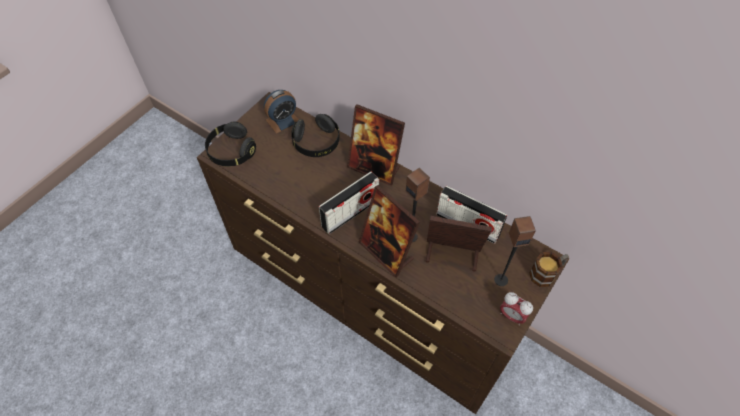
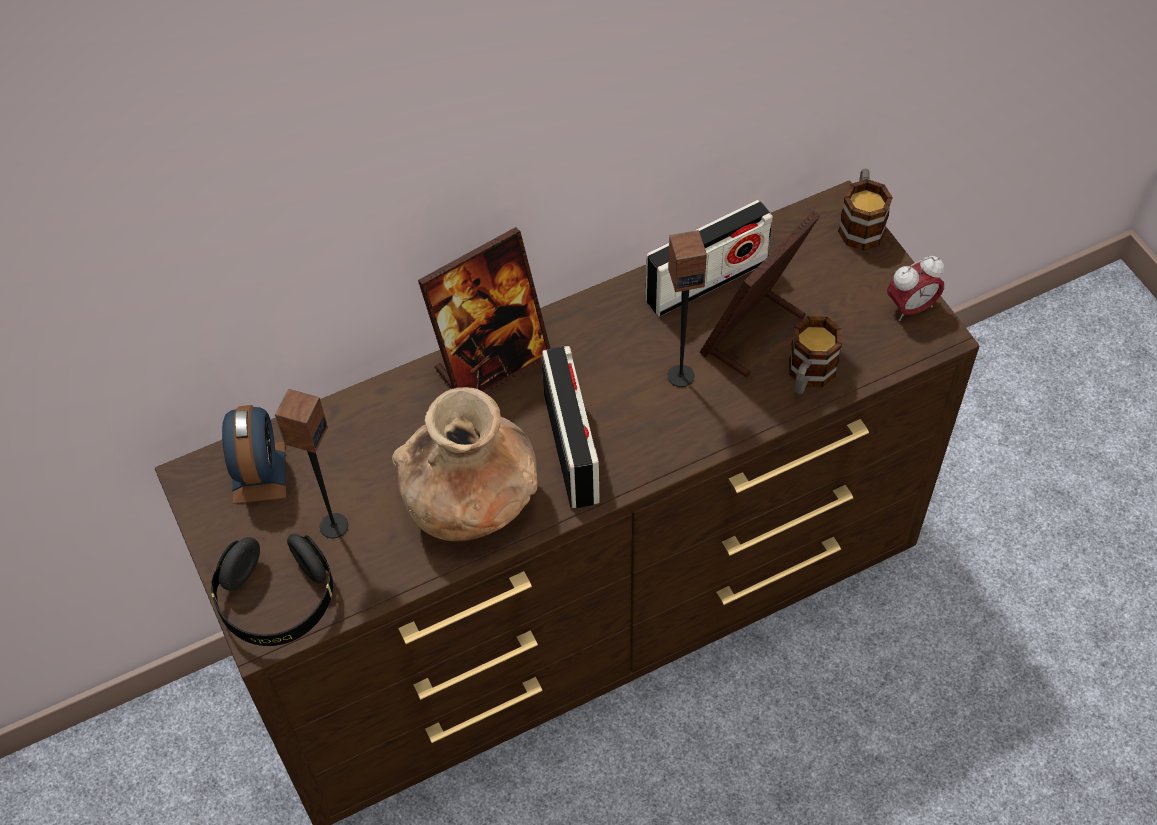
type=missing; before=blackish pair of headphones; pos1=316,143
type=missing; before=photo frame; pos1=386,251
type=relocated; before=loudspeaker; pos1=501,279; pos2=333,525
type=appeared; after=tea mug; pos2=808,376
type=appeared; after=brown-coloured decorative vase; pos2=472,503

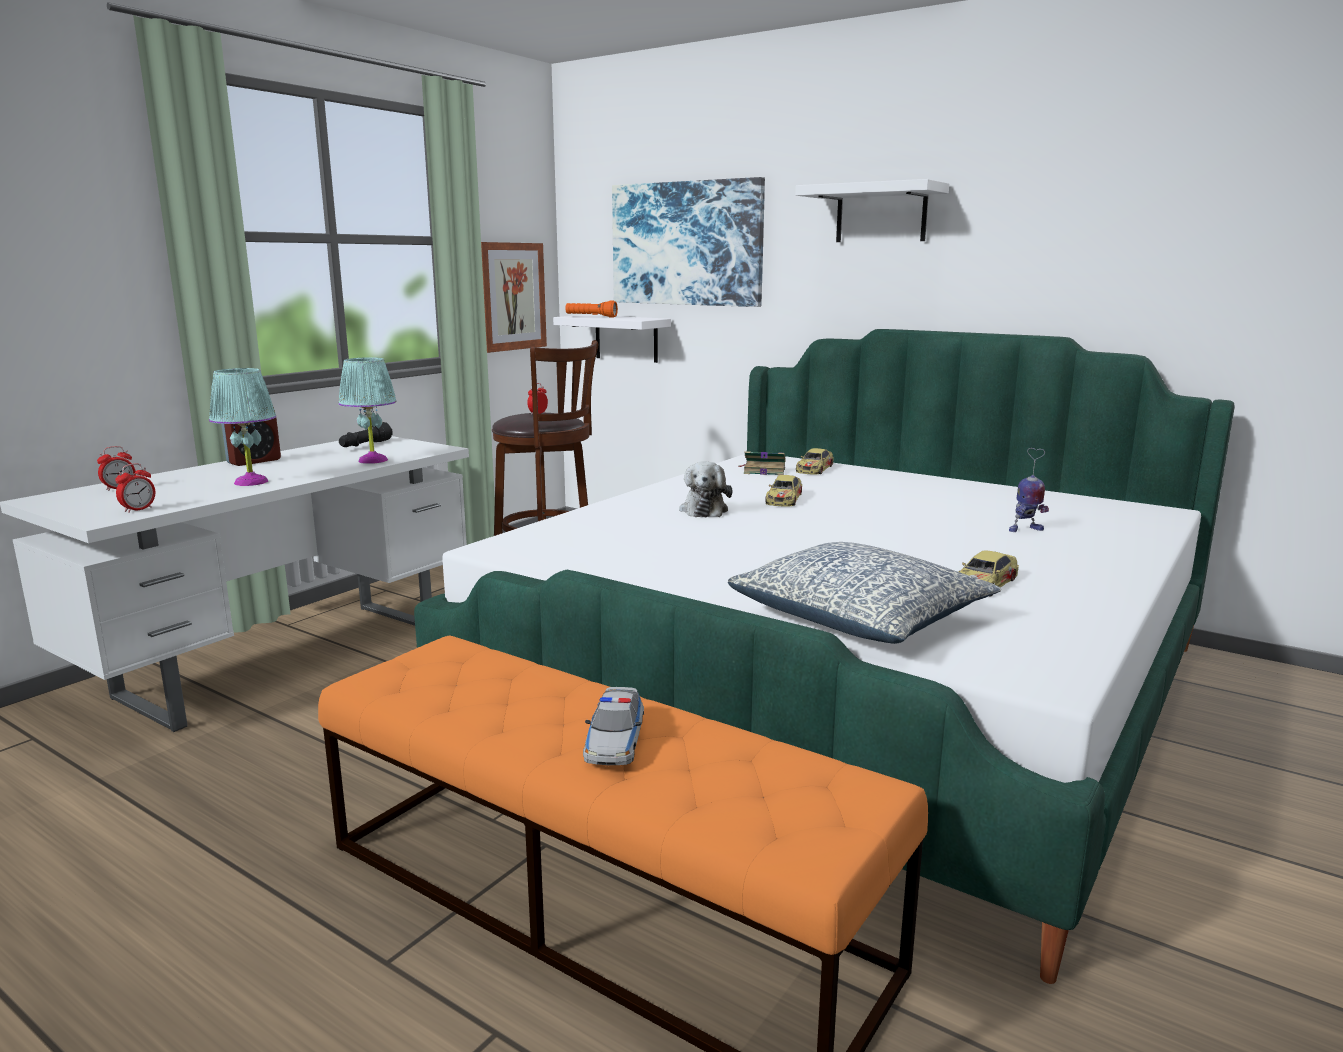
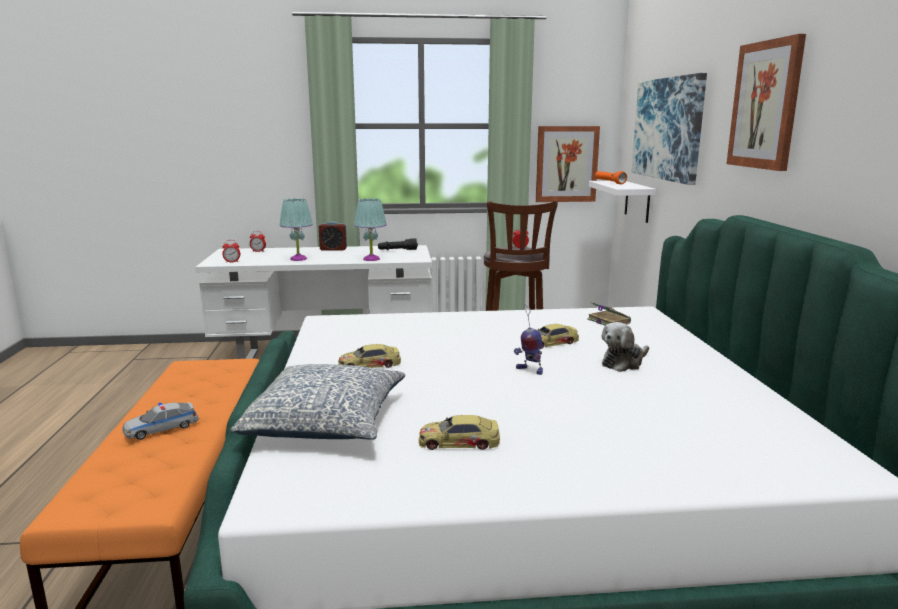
type=exchanged; before=white bracket shelf; after=wall picture; pos1=881,214; pos2=765,105
type=relocated; before=miniature car; pos1=814,469; pos2=369,365
type=relocated; before=robot figure; pos1=1025,530; pos2=529,370
type=relocated; before=plush toy; pos1=704,510; pos2=624,363

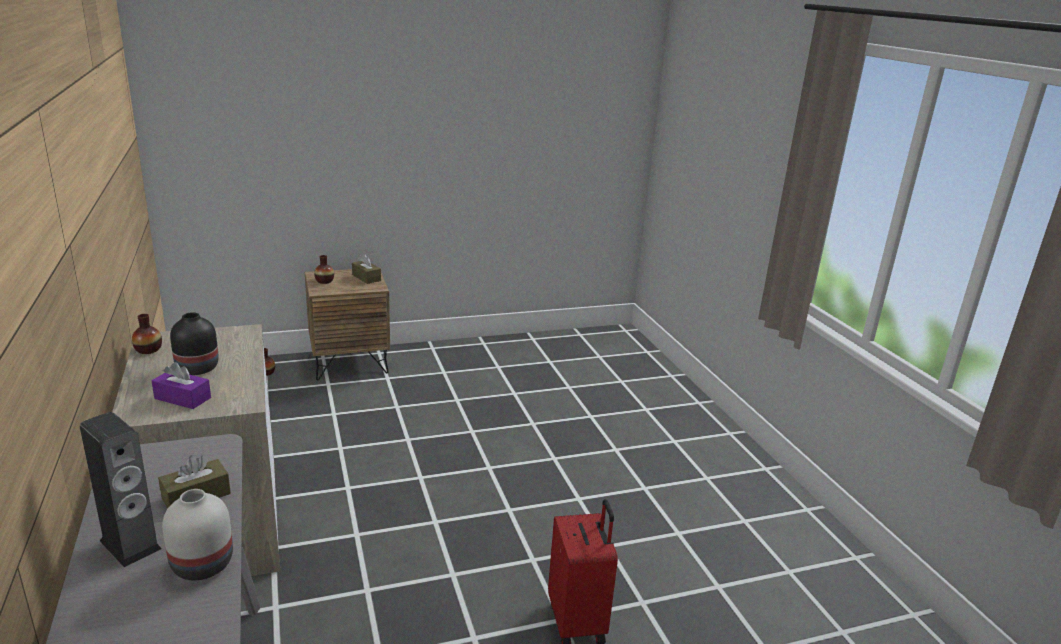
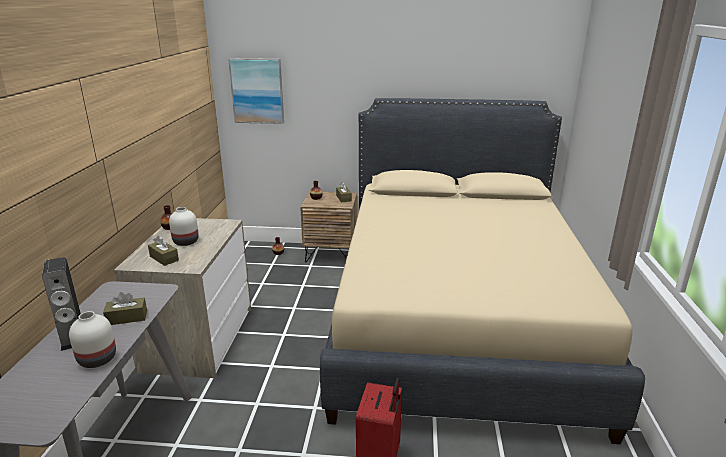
type=colour; before=blackish decorative vase; after=white decorative vase; pos1=198,368; pos2=186,242
type=colour; before=purplish box of tissues; after=brown-coloured box of tissues; pos1=182,398; pos2=164,258
type=appeared; after=wall picture; pos2=257,91
type=appeared; after=beige-coloured bedroom bed; pos2=456,318

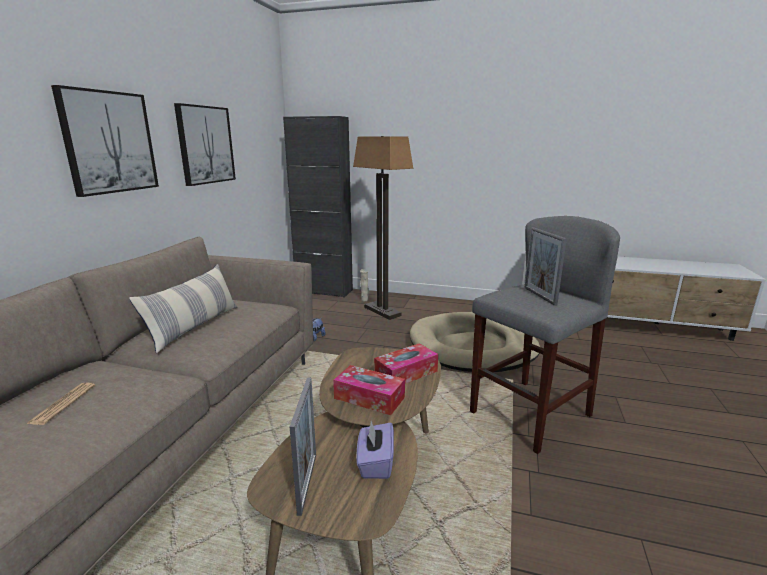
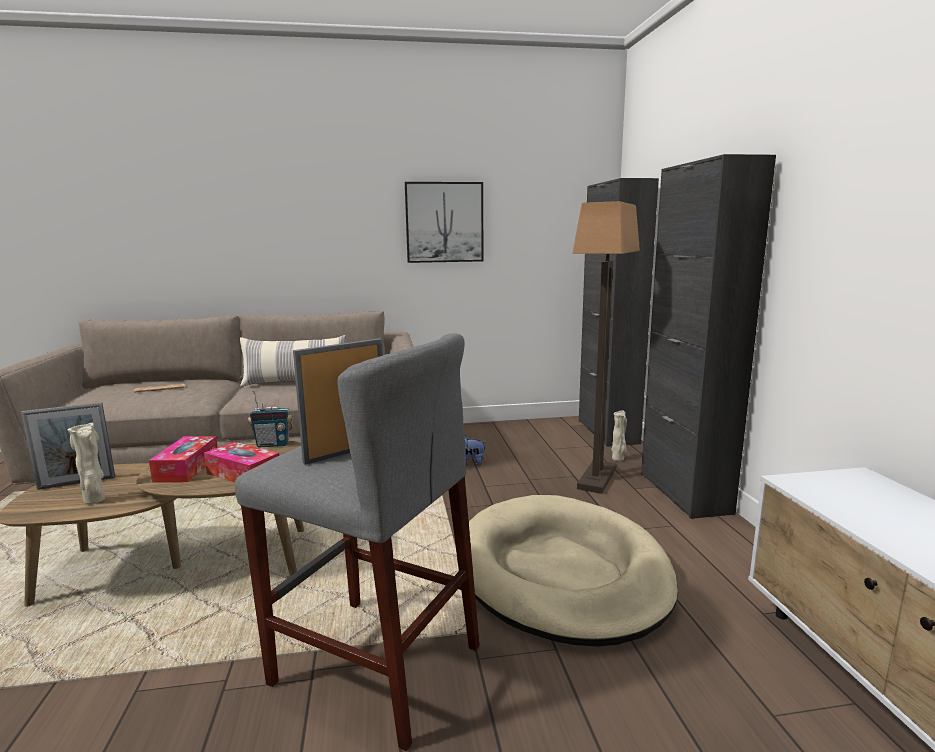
type=missing; before=wall picture; pos1=109,142
type=exchanged; before=purplish box of tissues; after=beige-coloured decorative vase; pos1=375,463; pos2=95,501
type=appeared; after=blackish cabinet; pos2=684,493
type=appeared; after=radio; pos2=273,444

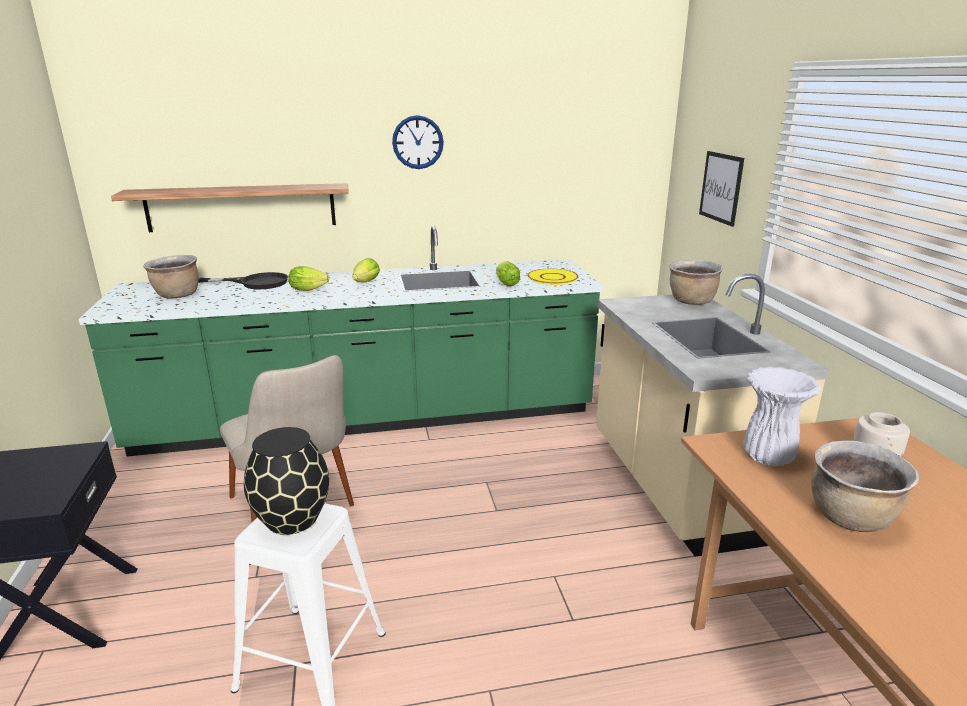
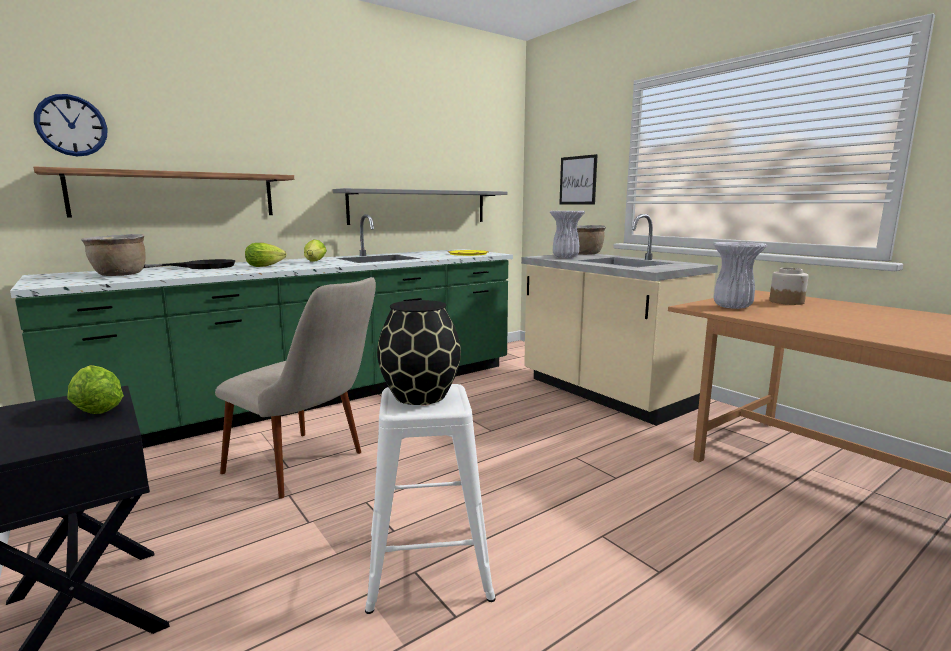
type=relocated; before=hanging clock; pos1=417,142; pos2=71,125
type=relocated; before=lettuce; pos1=505,283; pos2=96,408
type=missing; before=brown-coloured cooking pot; pos1=851,519
type=appeared; after=grey bracket shelf; pos2=419,207
type=appeared; after=white decorative vase; pos2=565,257

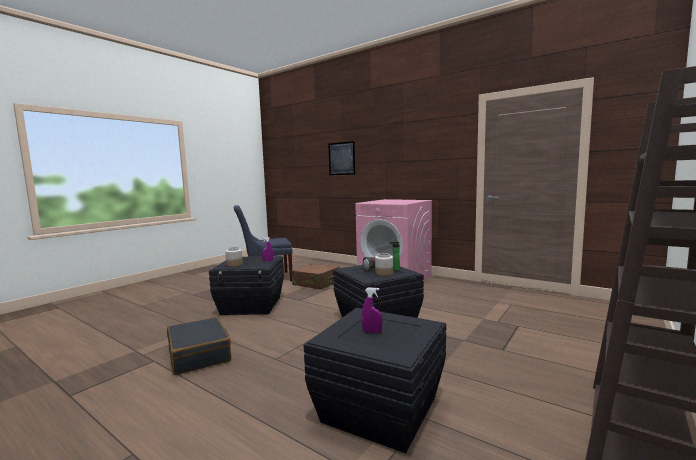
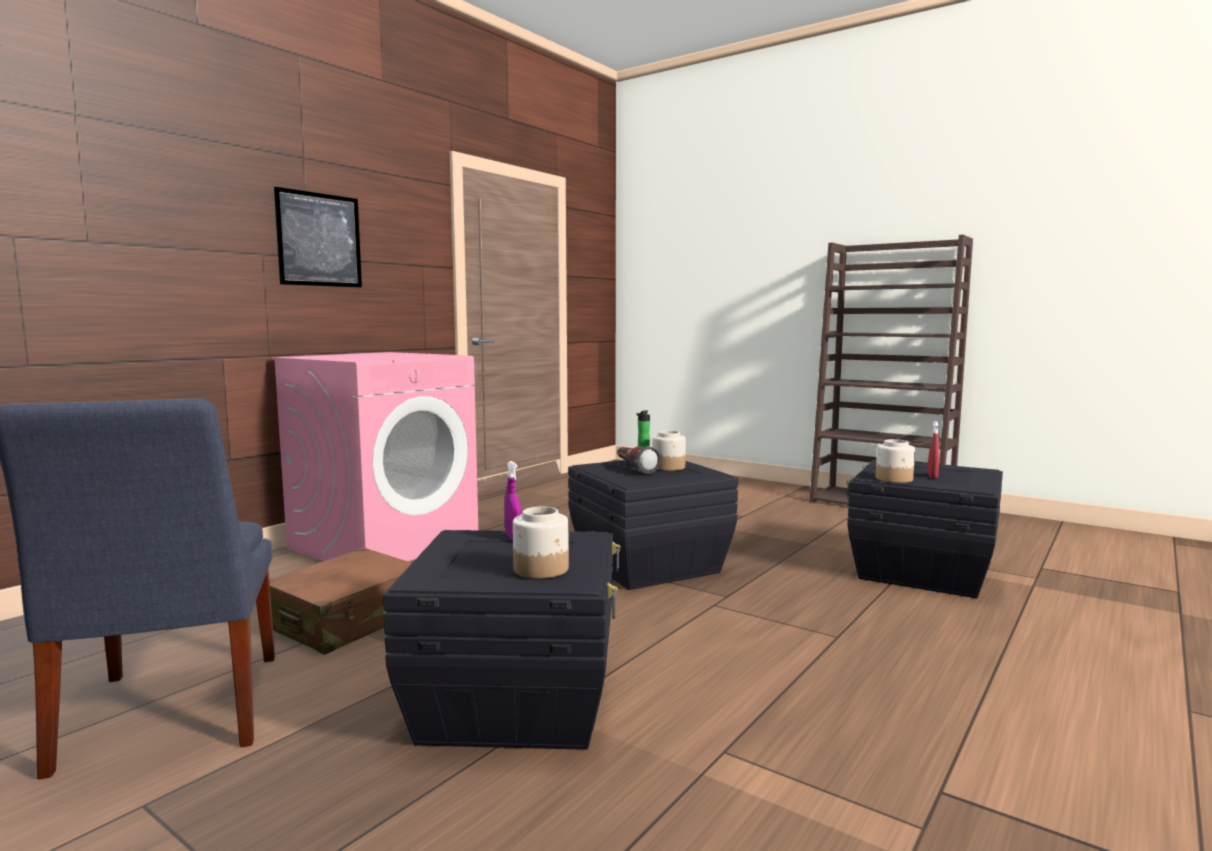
type=relocated; before=wall picture; pos1=341,158; pos2=319,240
type=colour; before=purplish spray bottle; after=red spray bottle; pos1=372,332; pos2=932,476
type=missing; before=blackish travel case; pos1=199,354
type=appeared; after=jar; pos2=894,479

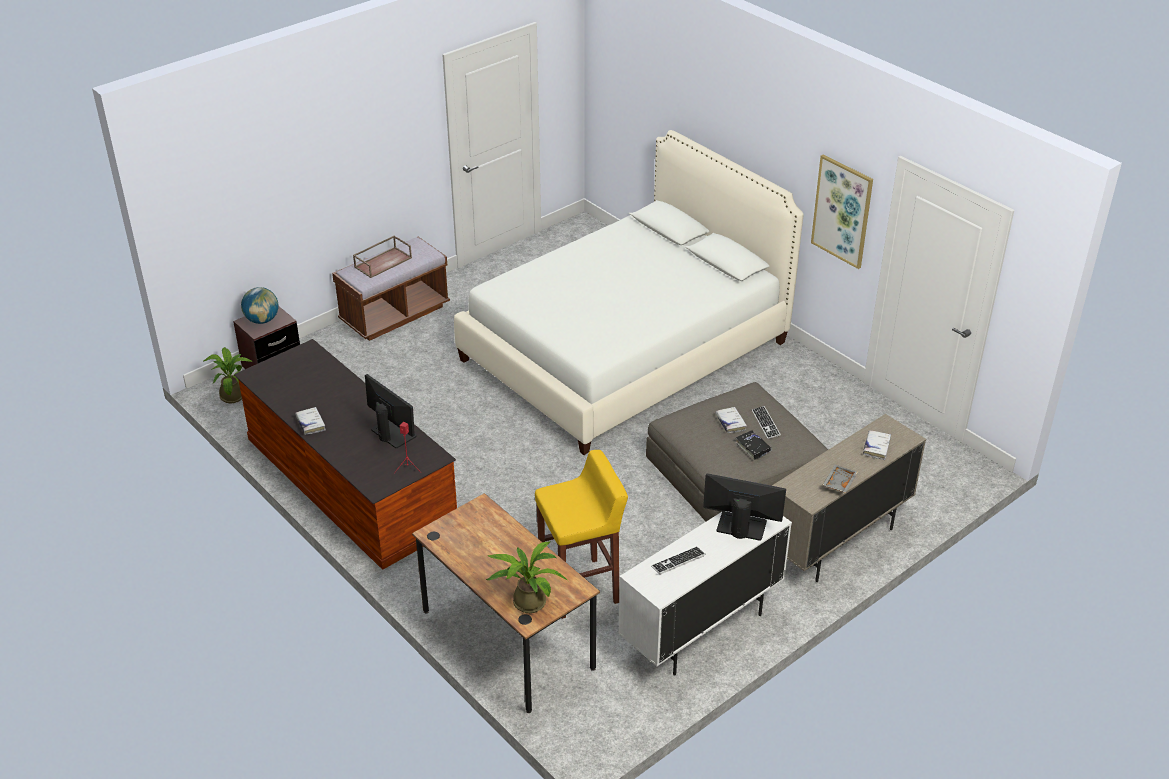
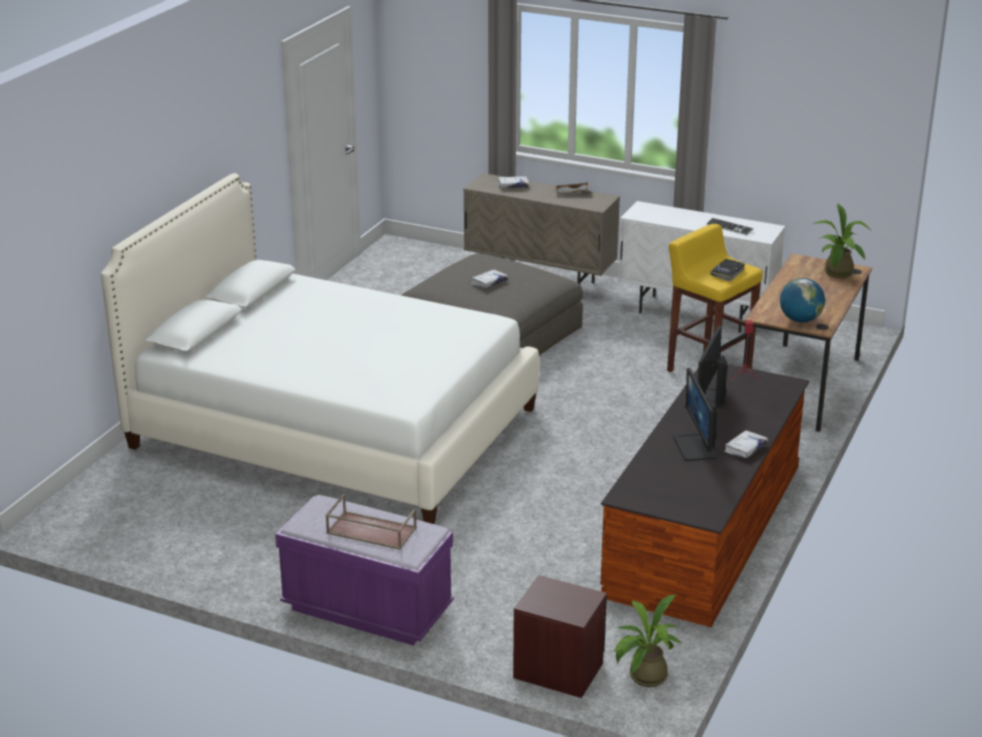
type=missing; before=wall picture; pos1=842,211
type=colour; before=brown-coloured indoor bench; after=purplish indoor bench; pos1=394,314; pos2=367,609
type=relocated; before=desk globe; pos1=262,320; pos2=800,320
type=missing; before=computer keyboard; pos1=765,423
type=relocated; before=blackish volume; pos1=753,447; pos2=727,273
type=relocated; before=computer screen; pos1=741,527; pos2=696,447

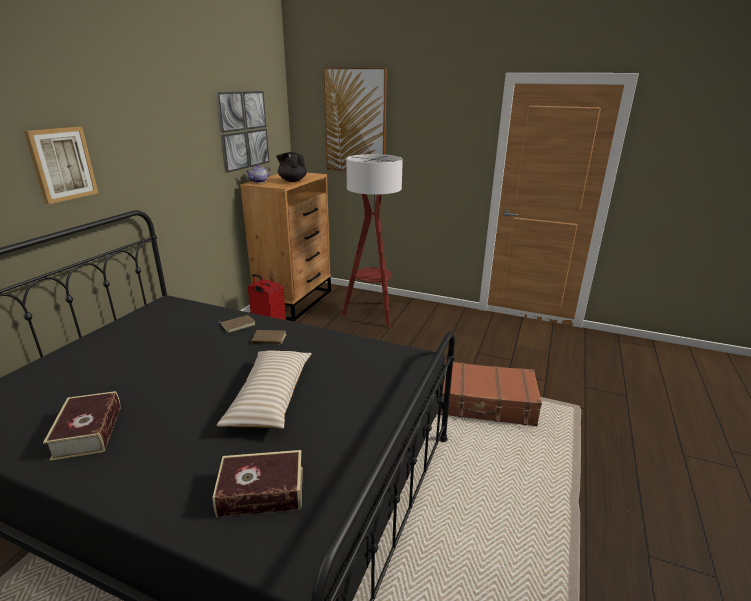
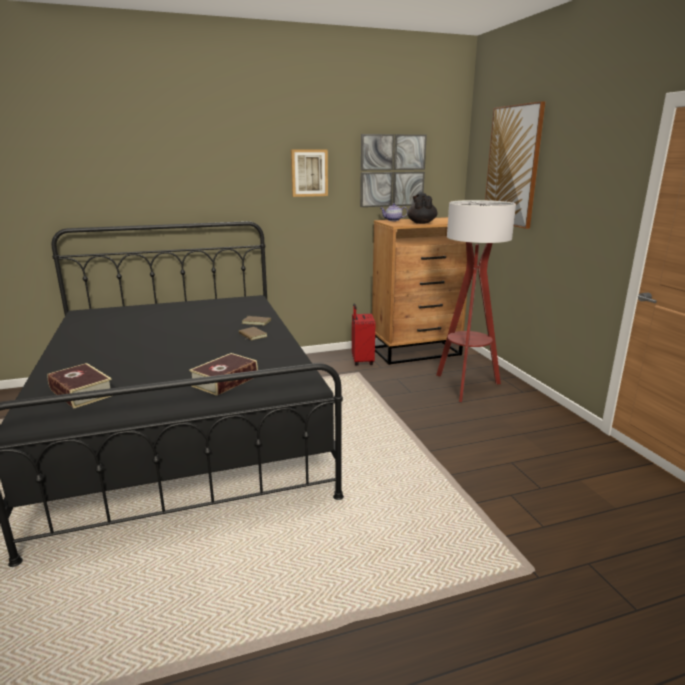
type=relocated; before=wall picture; pos1=62,164; pos2=309,173
type=missing; before=beige-coloured throw pillow; pos1=270,397
type=missing; before=brown-coloured travel case; pos1=480,403
type=relocated; before=volume; pos1=88,432; pos2=225,381

